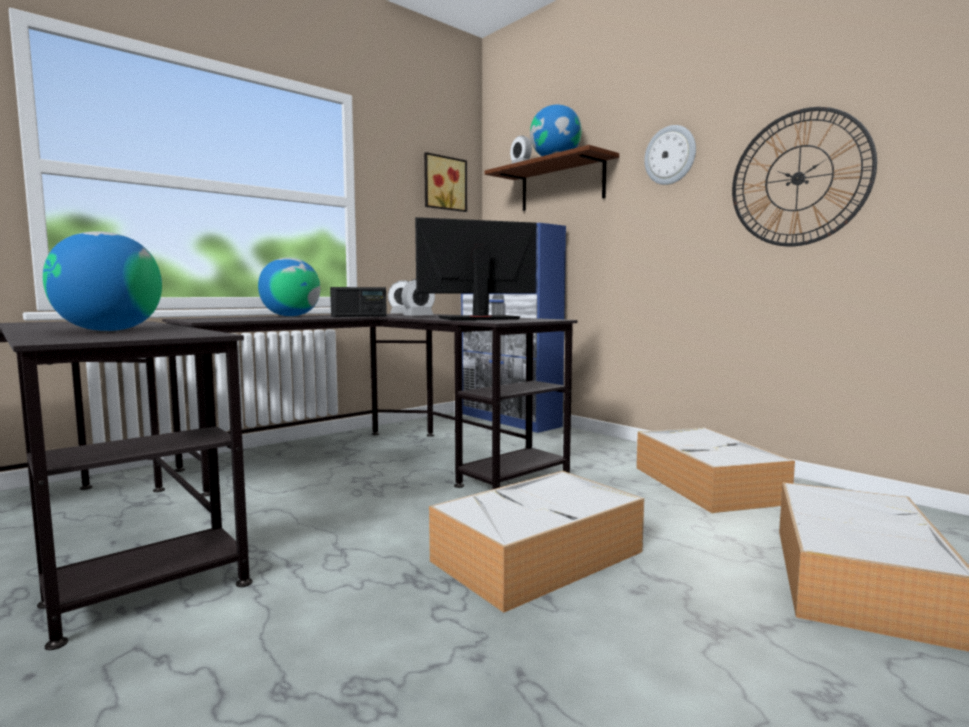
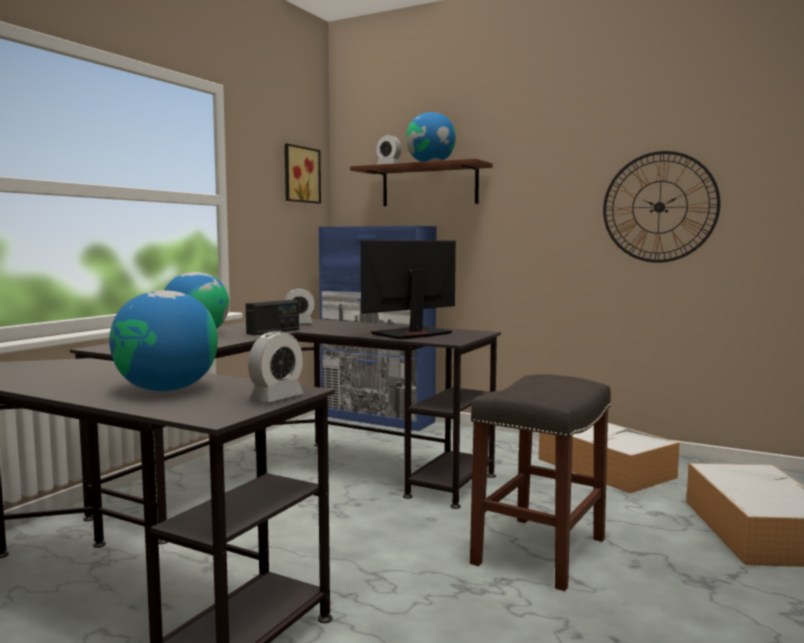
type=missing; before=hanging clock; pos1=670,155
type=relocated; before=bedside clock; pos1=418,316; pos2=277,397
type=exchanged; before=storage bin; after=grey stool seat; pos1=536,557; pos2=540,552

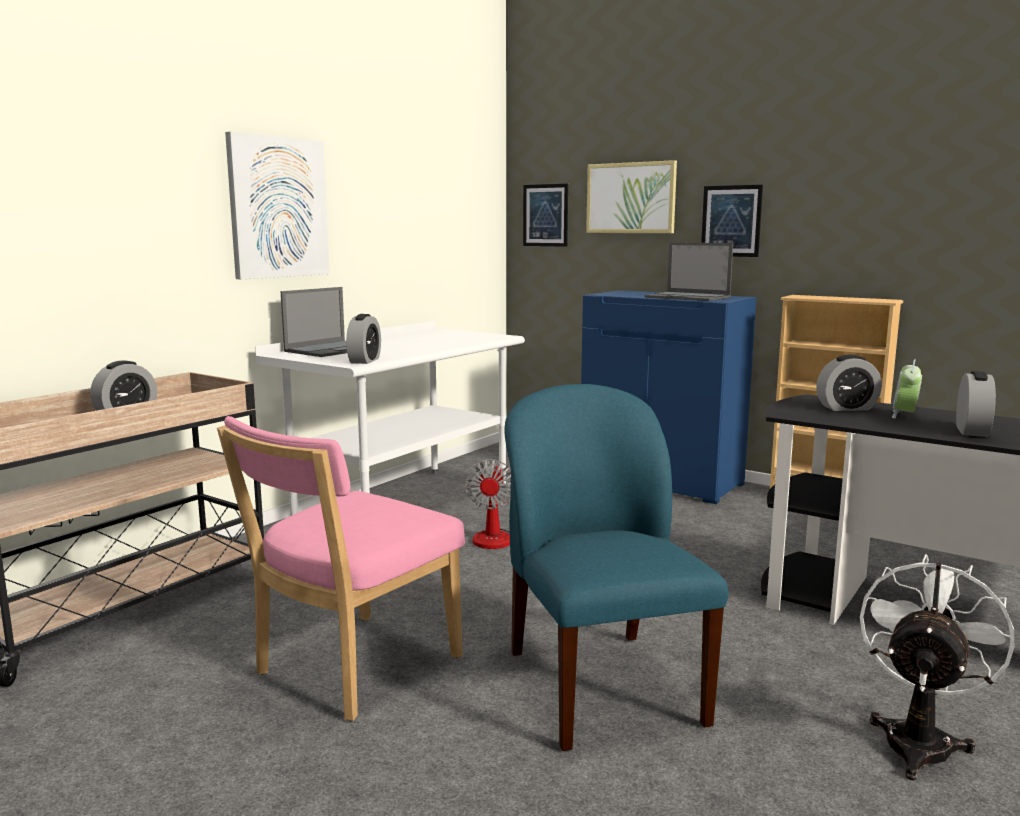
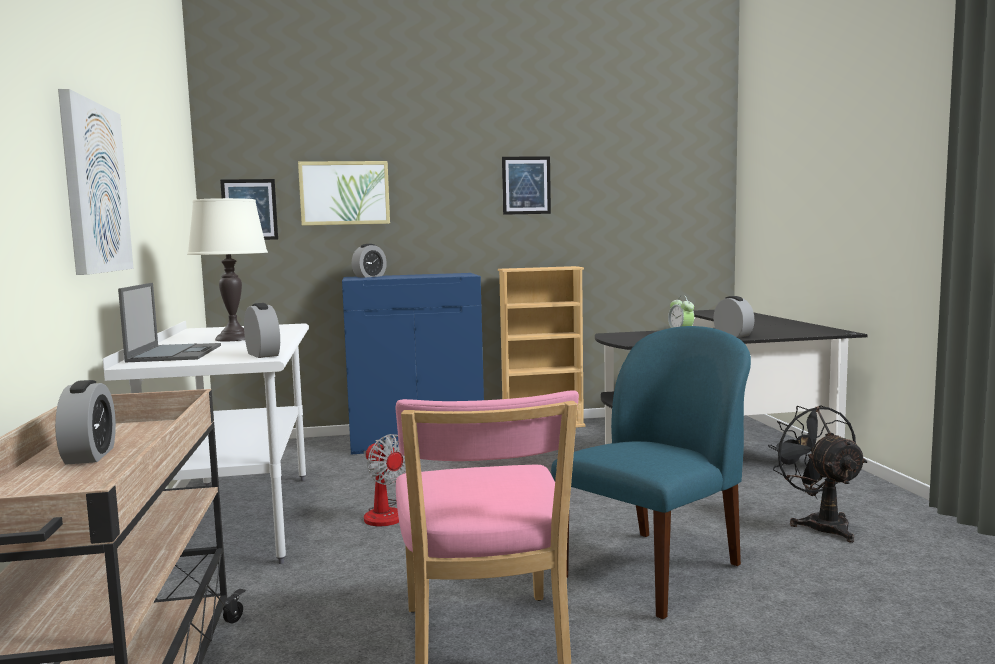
type=relocated; before=wall picture; pos1=731,221; pos2=526,185
type=missing; before=laptop; pos1=688,297
type=relocated; before=bedside clock; pos1=846,408; pos2=369,276
type=spun; before=blue upright chair; pos1=601,685; pos2=654,570; turn=105
type=colour; before=white electric fan; after=blackish electric fan; pos1=919,740; pos2=820,524
type=appeared; after=white tabletop lamp; pos2=234,339

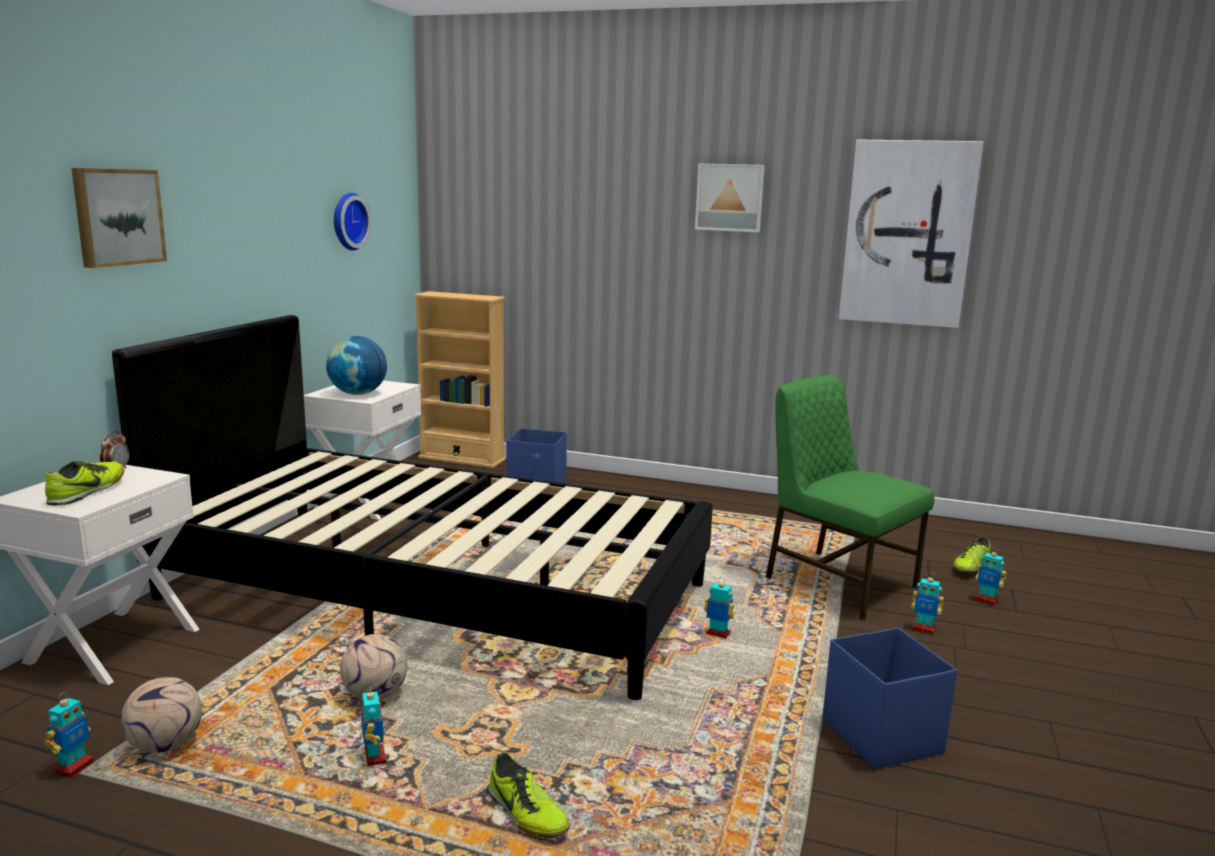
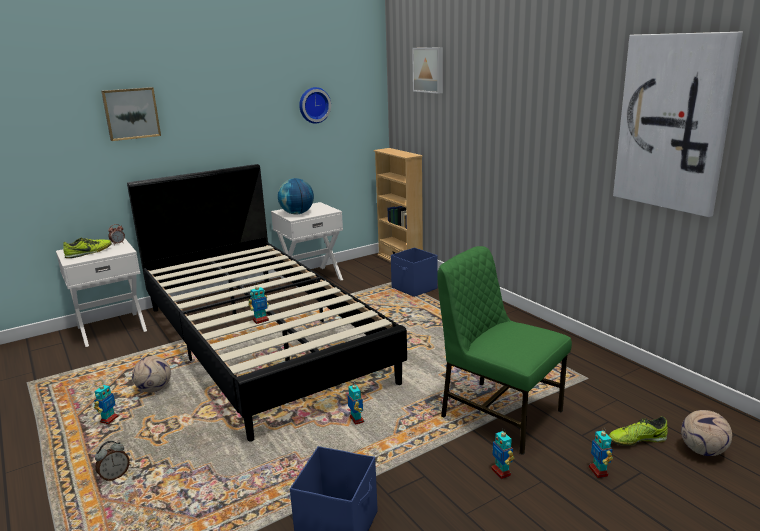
type=relocated; before=wall picture; pos1=729,197; pos2=429,70
type=spun; before=green-coloured upright chair; pos1=838,582; pos2=499,414; turn=-45
type=relocated; before=ball for football; pos1=164,745; pos2=702,451
type=relocated; before=robot figure; pos1=74,767; pos2=260,320
type=exchanged; before=item of footwear; after=bedside clock; pos1=526,814; pos2=115,476

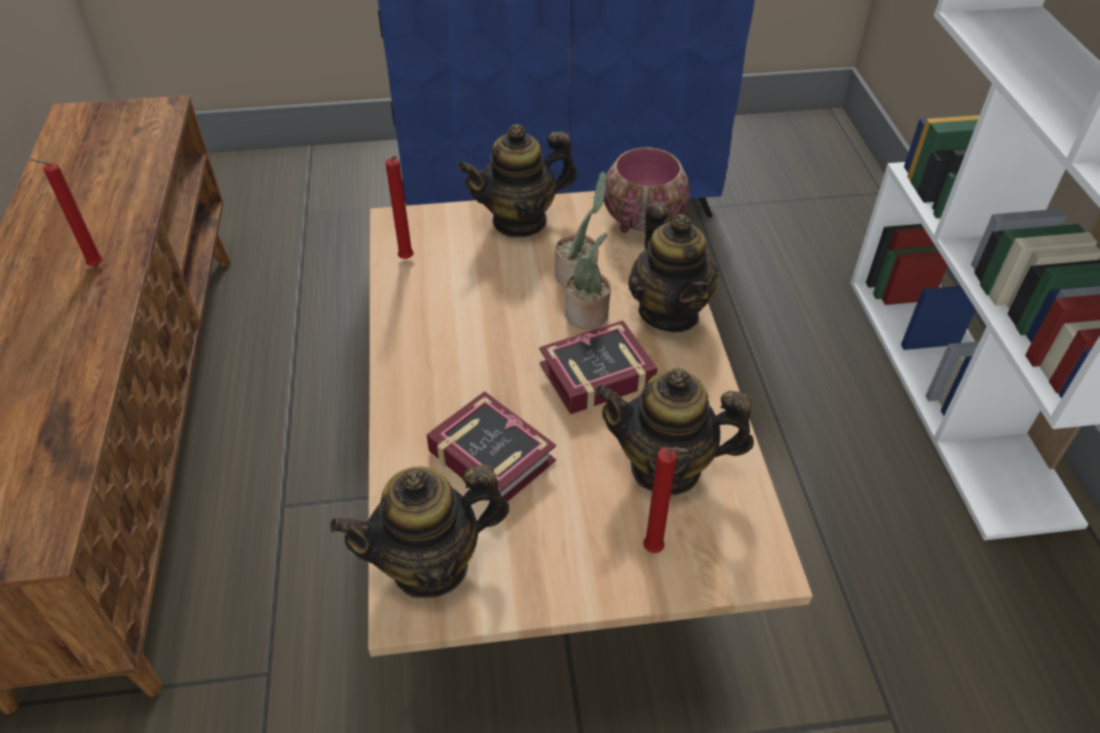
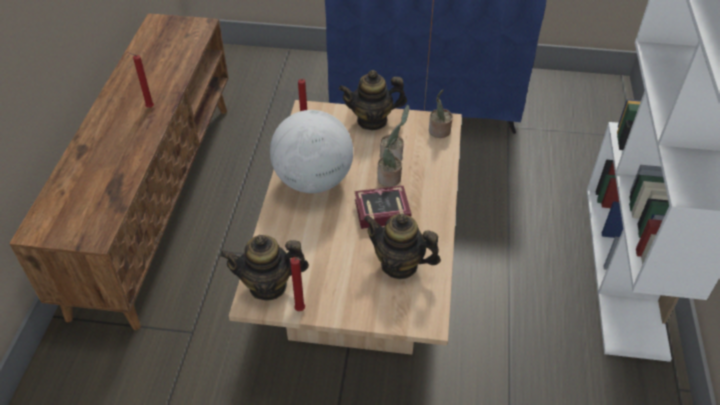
type=exchanged; before=deep dish; after=houseplant; pos1=641,220; pos2=439,132
type=missing; before=pot for tea; pos1=669,312
type=missing; before=volume; pos1=490,452
type=relocated; before=red candle; pos1=656,550; pos2=301,310
type=appeared; after=desk globe; pos2=313,181

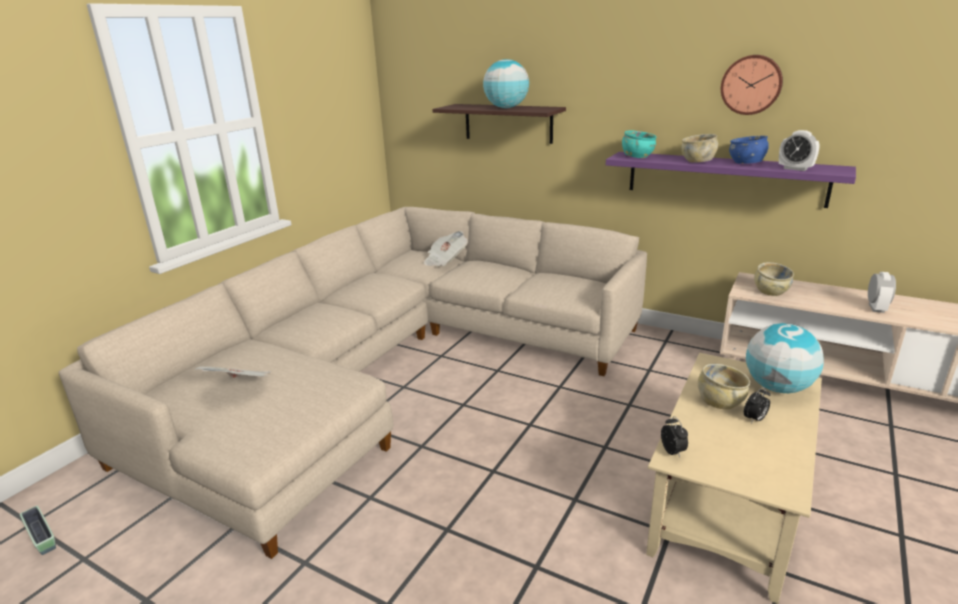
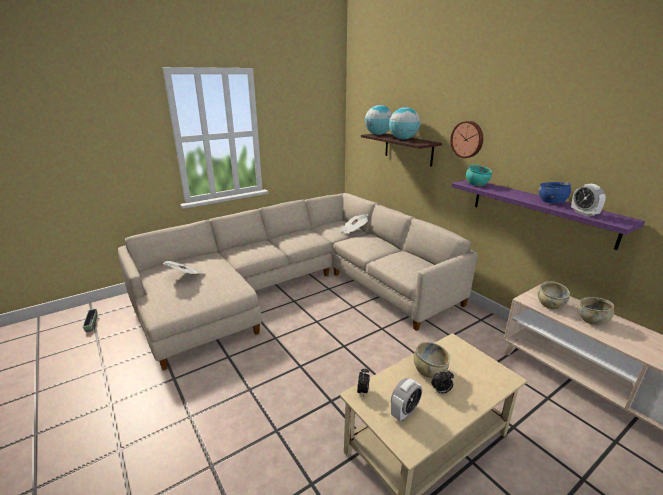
type=relocated; before=hanging clock; pos1=751,84; pos2=467,139
type=relocated; before=beige-coloured deep dish; pos1=698,161; pos2=592,320
type=relocated; before=bedside clock; pos1=876,308; pos2=404,412
type=relocated; before=desk globe; pos1=777,387; pos2=378,134

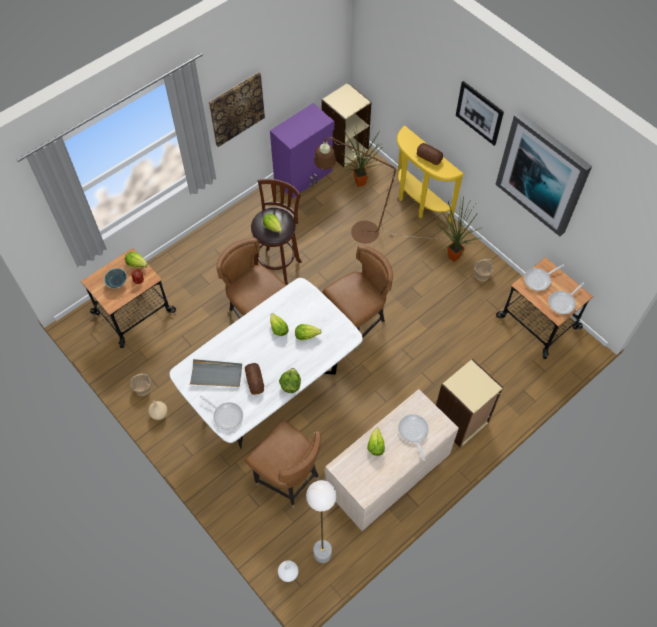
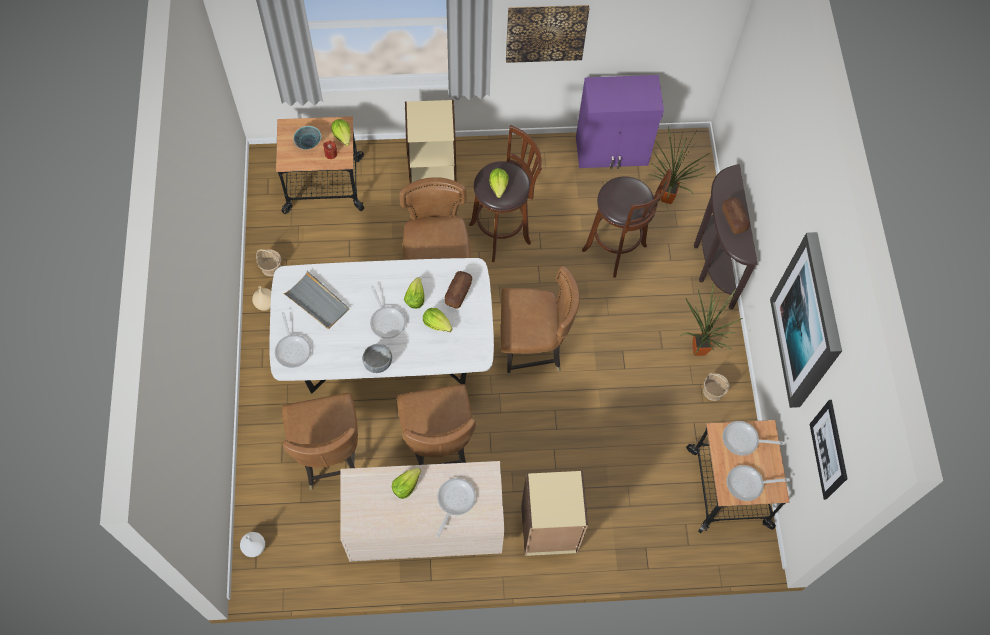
type=relocated; before=wall picture; pos1=479,113; pos2=829,450
type=relocated; before=beige-coloured bookshelf; pos1=344,149; pos2=432,173
type=colour; before=yellowish narrow table; after=brown-coloured narrow table; pos1=418,203; pos2=711,263
type=exchanged; before=brown-coloured standard lamp; after=brown-coloured stool seat; pos1=357,231; pos2=617,250
type=relocated; before=bread; pos1=255,381; pos2=458,293
type=exchanged; before=lettuce; after=grey deep dish; pos1=290,385; pos2=378,363
type=missing; before=white standard lamp; pos1=322,554
type=appeared; after=frying pan; pos2=387,320
type=appeared; after=brown-coloured upright chair; pos2=438,448

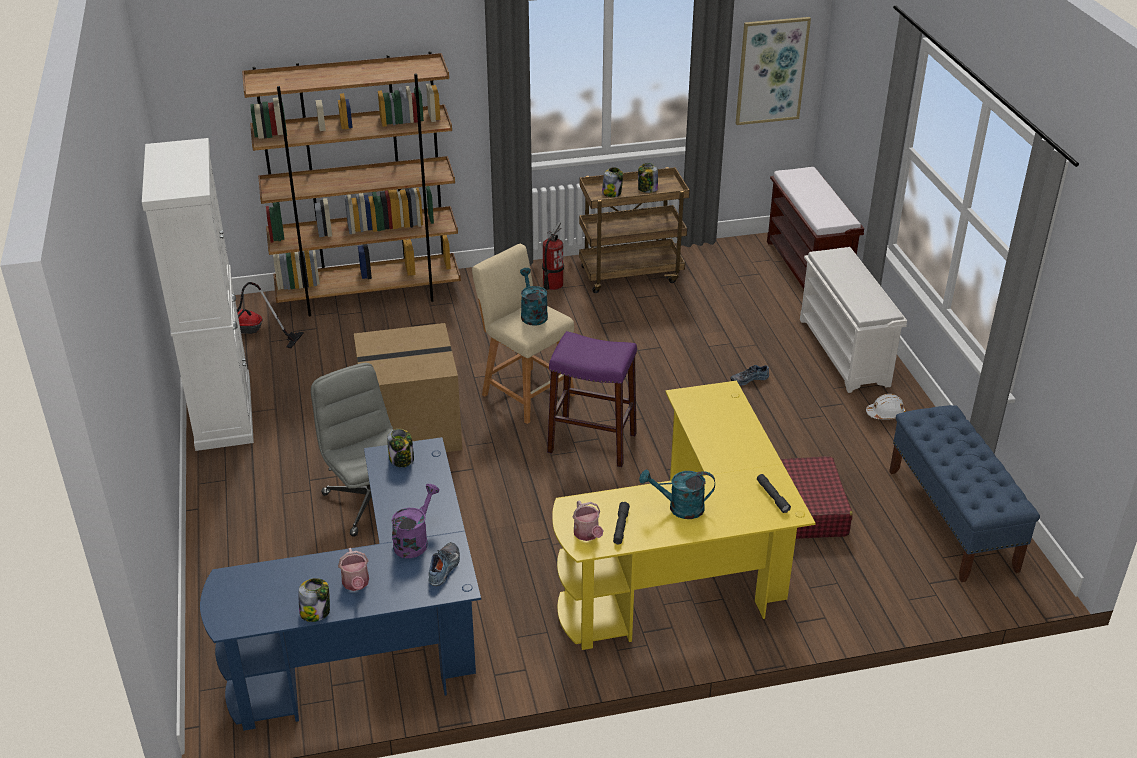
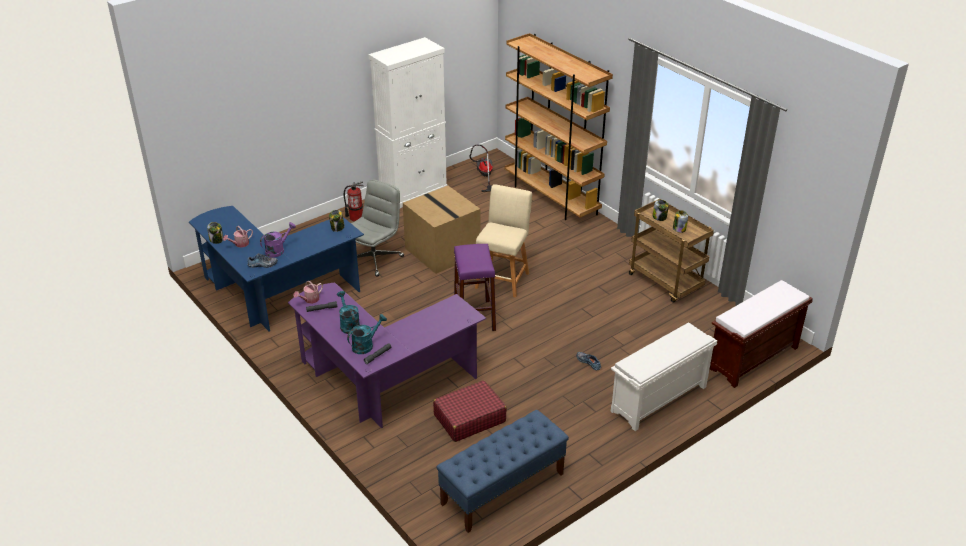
type=missing; before=wall picture; pos1=771,71
type=relocated; before=fire-fighting cylinder; pos1=552,285; pos2=356,218
type=relocated; before=blue-green watering can; pos1=532,314; pos2=366,345
type=colour; before=yellowish desk; after=purplish desk; pos1=688,573; pos2=381,383
type=missing; before=white hard hat; pos1=885,414
type=spun; before=purplish watering can; pos1=414,541; pos2=278,250; turn=-45

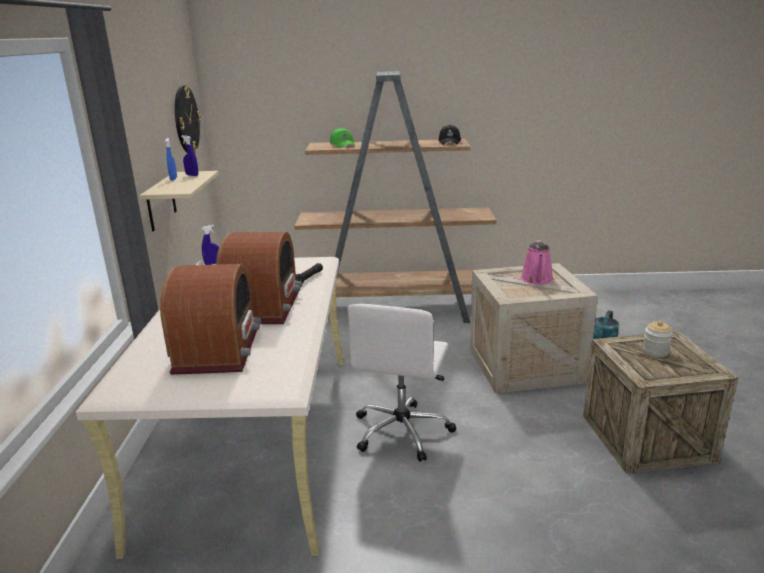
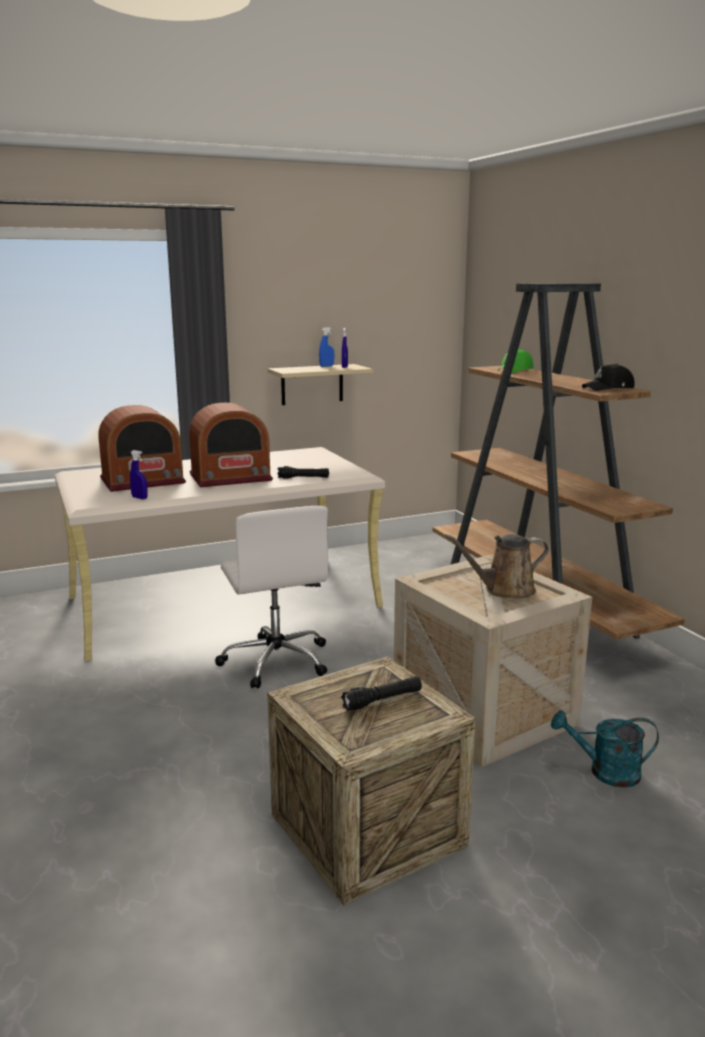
type=missing; before=hanging clock; pos1=186,120
type=relocated; before=blue spray bottle; pos1=212,263; pos2=139,498
type=colour; before=pink-coloured watering can; after=brown-coloured watering can; pos1=537,280; pos2=504,590
type=spun; before=white computer chair; pos1=402,431; pos2=276,660; turn=-105
type=exchanged; before=jar; after=blackish hand torch; pos1=655,351; pos2=382,700

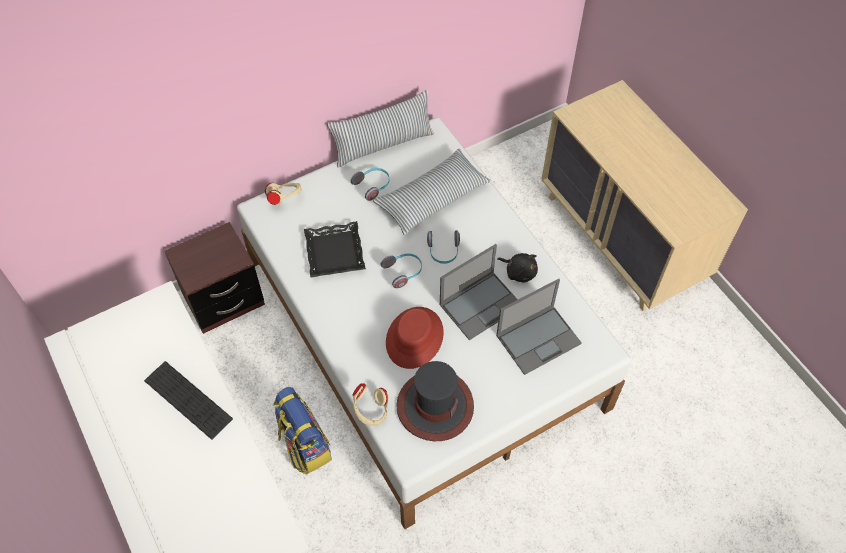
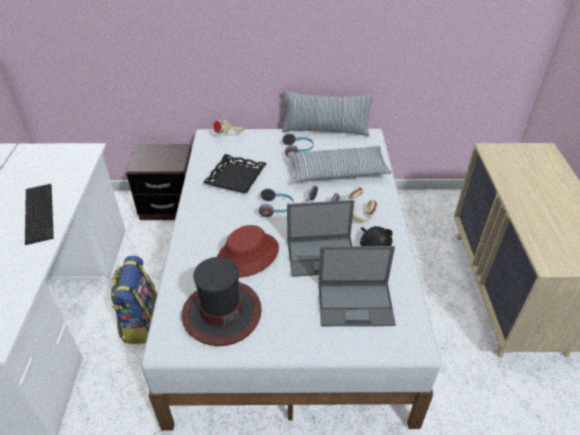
type=relocated; before=beige-coloured pair of headphones; pos1=371,411; pos2=358,215

